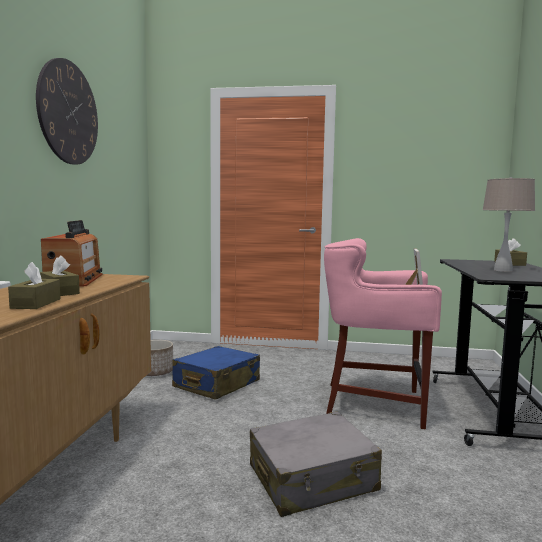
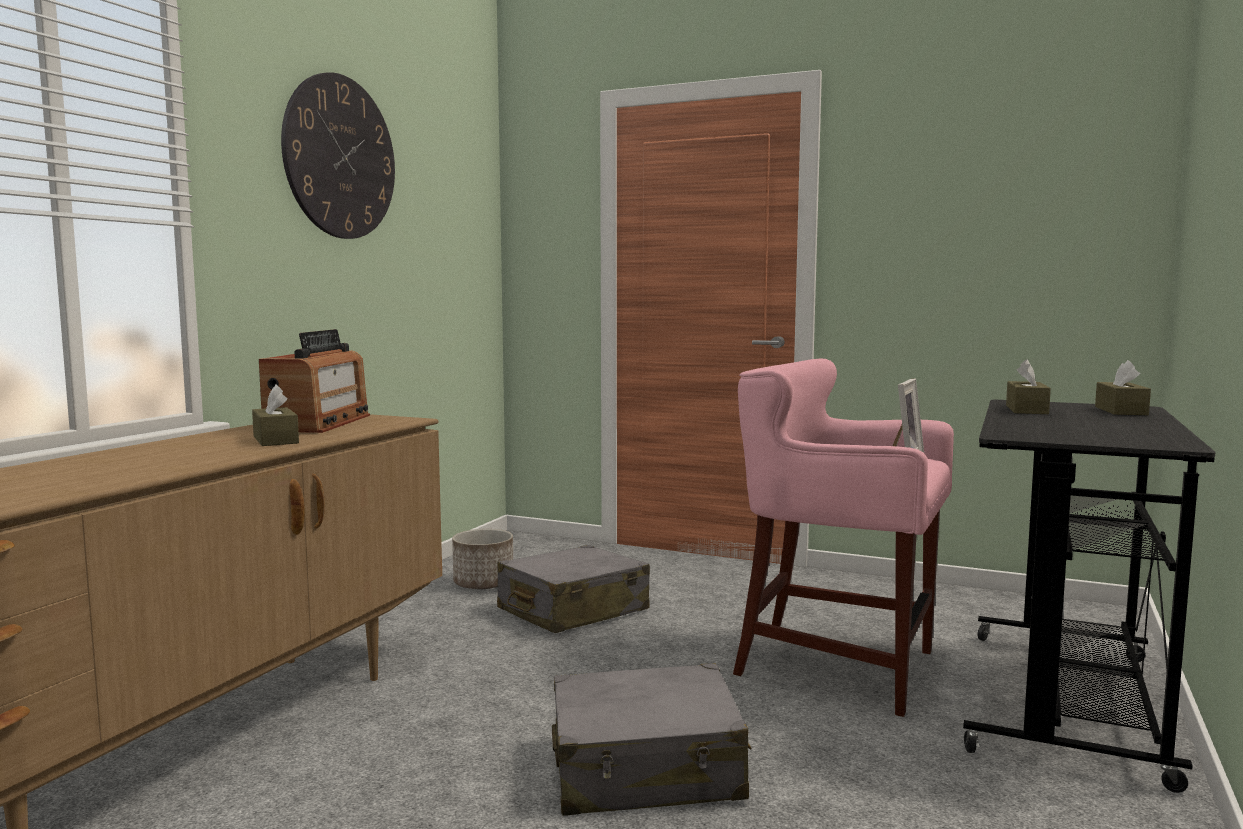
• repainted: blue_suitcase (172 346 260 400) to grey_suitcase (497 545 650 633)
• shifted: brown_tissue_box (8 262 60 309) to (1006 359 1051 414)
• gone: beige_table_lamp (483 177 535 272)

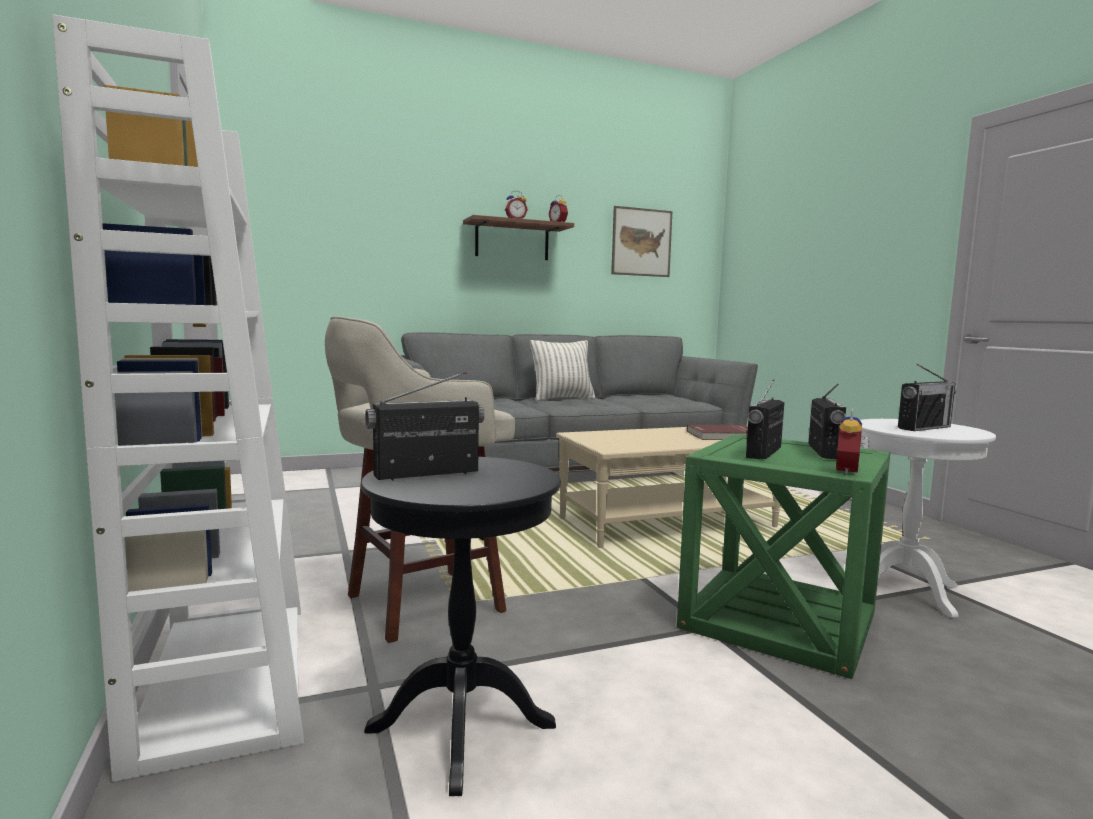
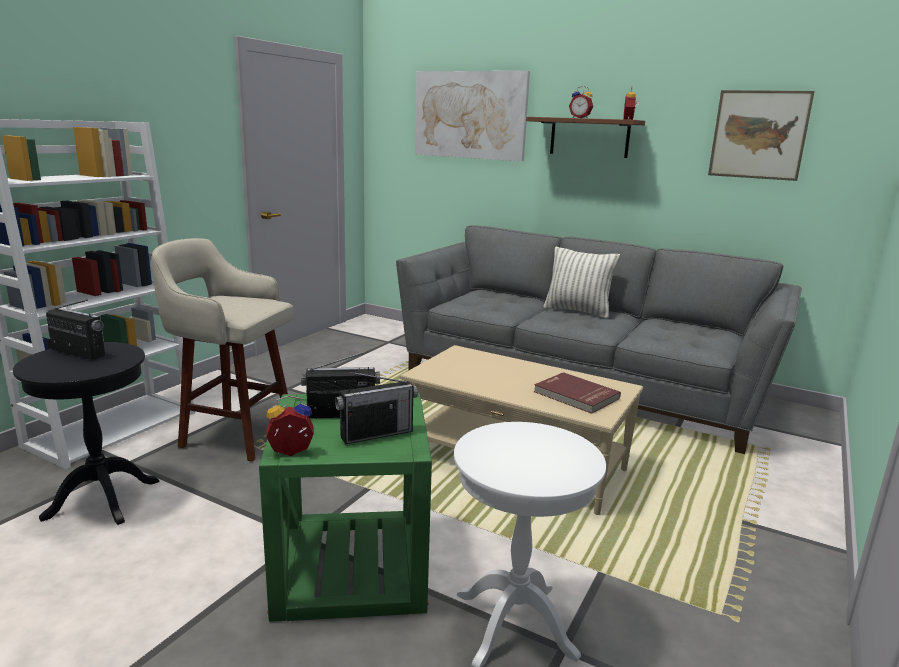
• new: picture (415 71 530 161)
• gone: radio (898 364 956 431)

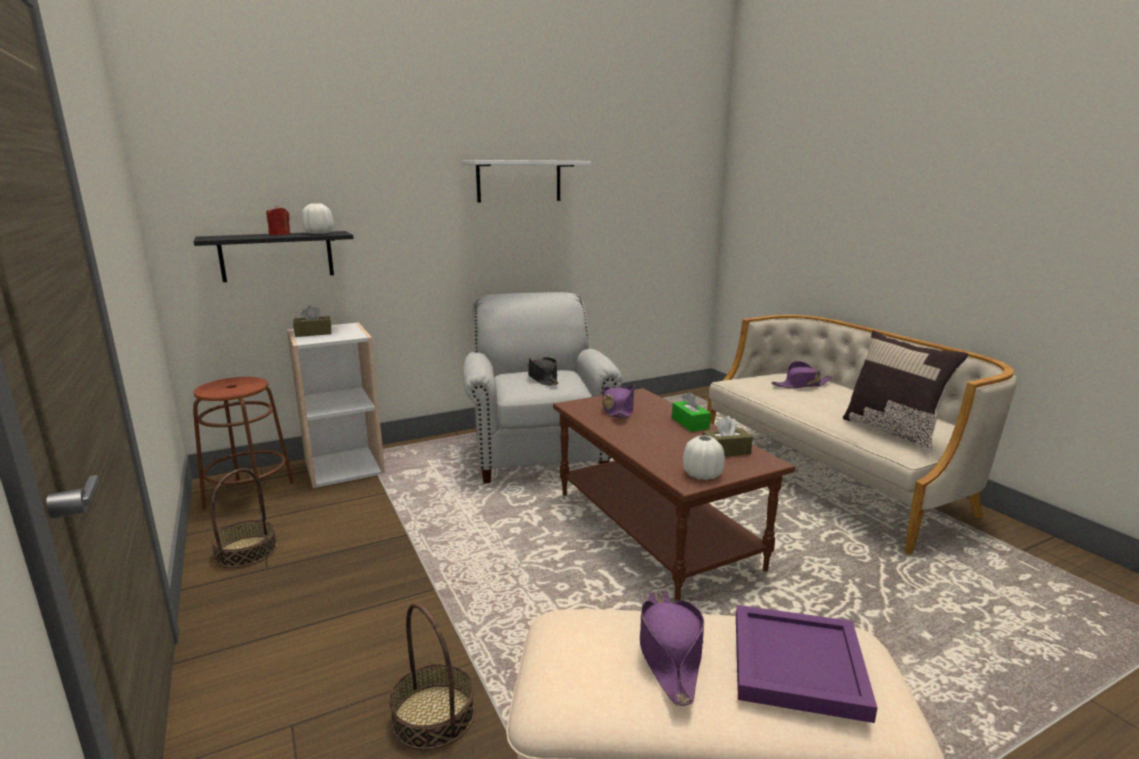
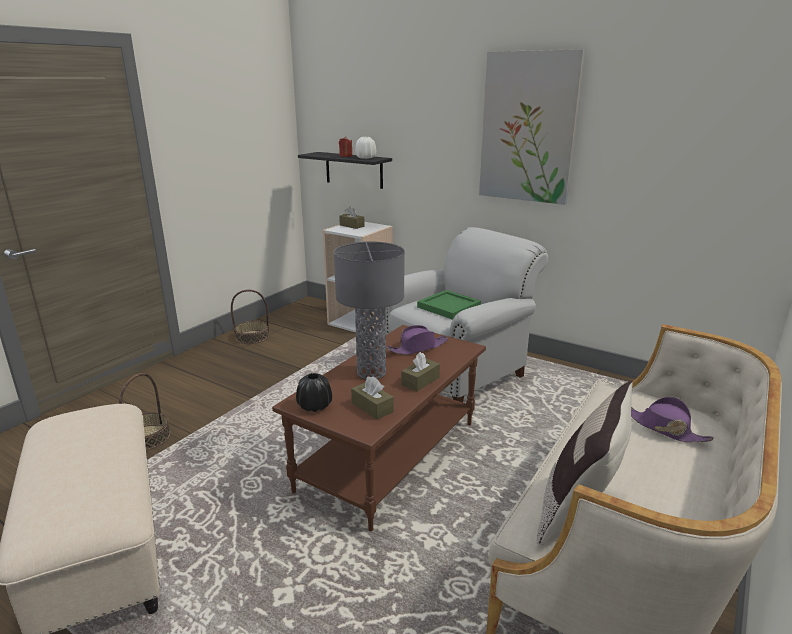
• repainted: white_vase (683 435 725 480) to black_vase (296 373 332 412)
• new: grey_table_lamp (334 242 405 379)
• repainted: green_tissue_box (672 392 711 432) to brown_tissue_box (401 352 440 392)
• swapped: black_hat (527 357 559 386) to green_tray (417 290 481 320)
• swapped: white_shelf (461 160 591 203) to picture (479 49 585 205)
• gone: brown_stool (193 377 294 512)
• gone: purple_hat (640 590 704 706)
• gone: purple_tray (736 605 877 723)

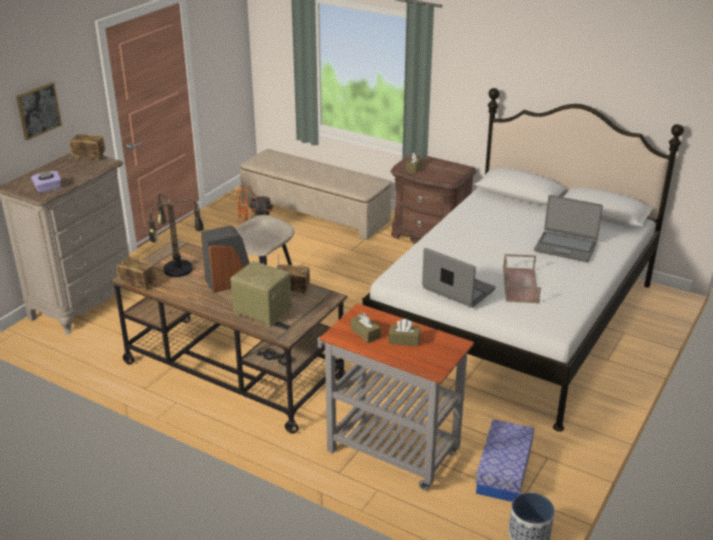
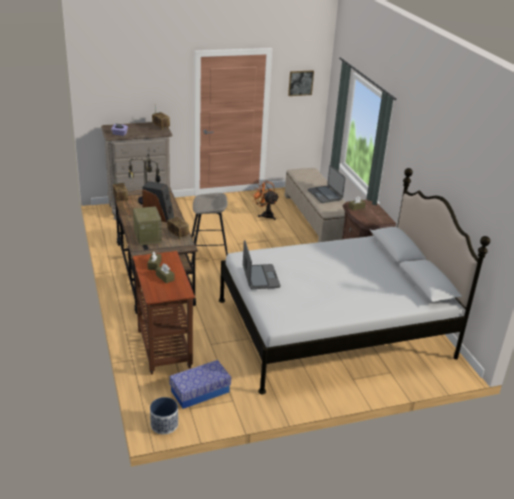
• repainted: grey_cart (317 304 474 491) to brown_cart (133 251 195 374)
• shifted: picture (16 82 62 140) to (288 70 314 96)
• shifted: laptop (534 195 603 262) to (308 165 346 203)
• gone: brown_tray (503 254 541 303)

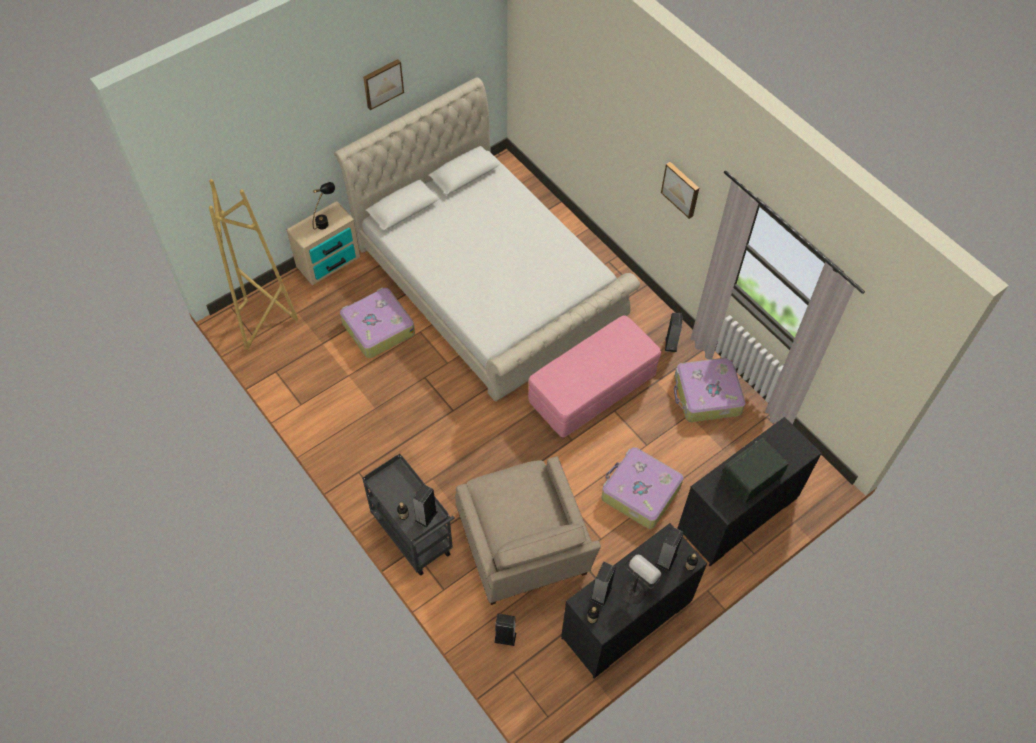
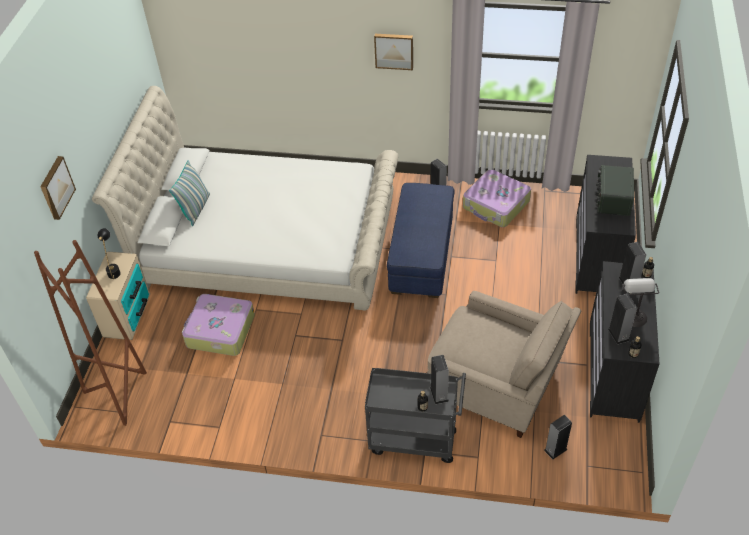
• repainted: yellow_clothes_rack (209 179 298 350) to brown_clothes_rack (34 240 147 426)
• shifted: picture (363 59 404 110) to (40 156 76 220)
• new: pillow (169 160 210 226)
• repainted: pink_ottoman (528 315 661 438) to blue_ottoman (387 183 455 298)
• gone: suitcase (602 447 684 529)

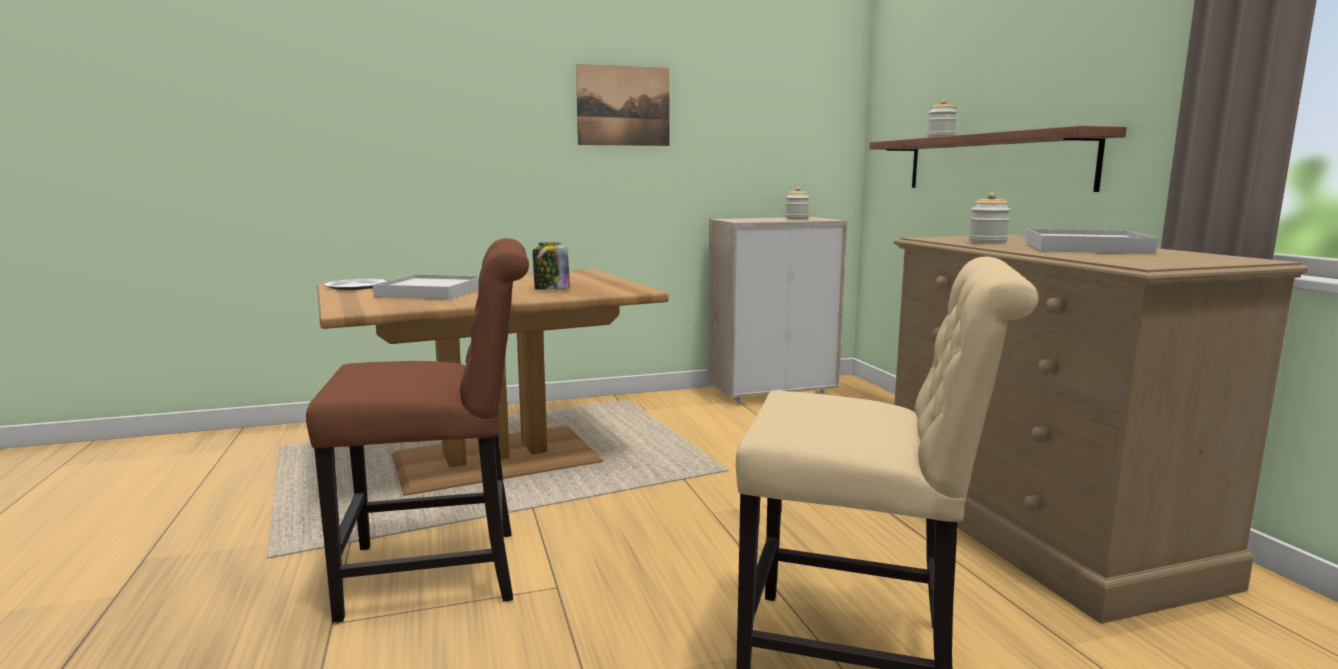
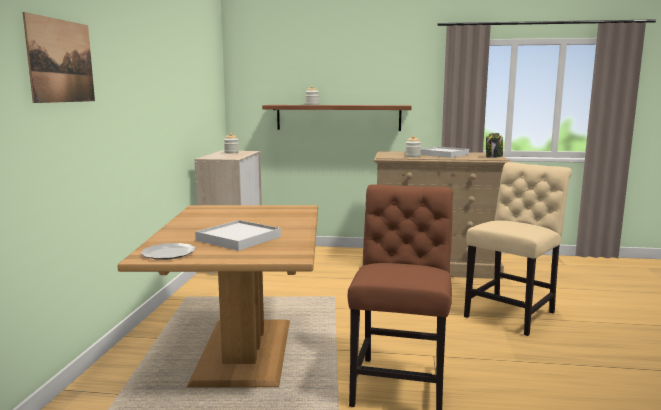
• shifted: picture (576 64 669 146) to (23 12 95 103)
• shifted: jar (533 242 570 290) to (486 133 503 158)

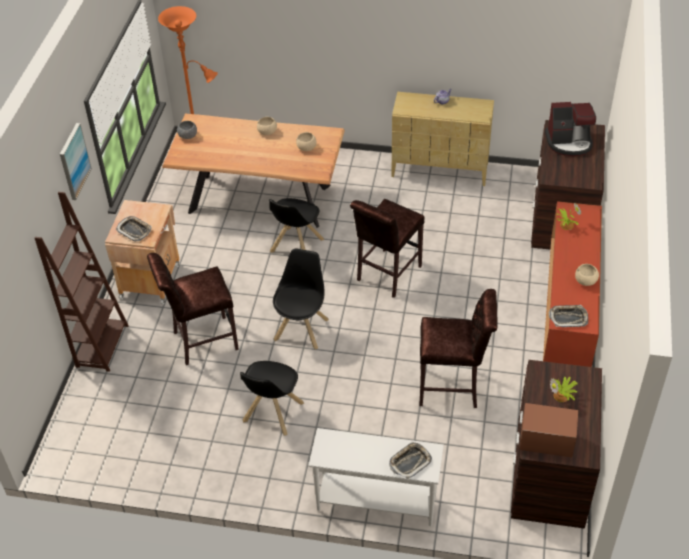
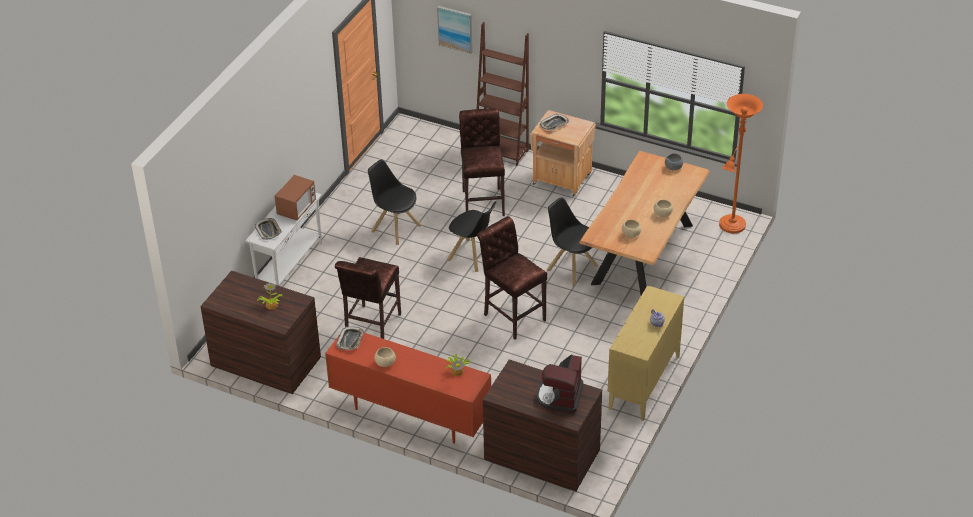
• shifted: microwave (519 403 578 457) to (275 175 316 221)
• shifted: picture (60 123 92 200) to (437 6 473 54)

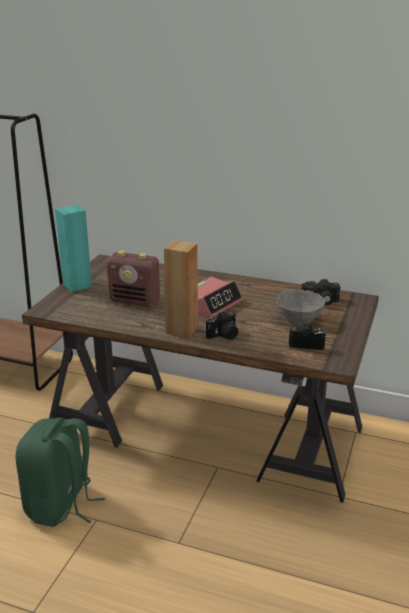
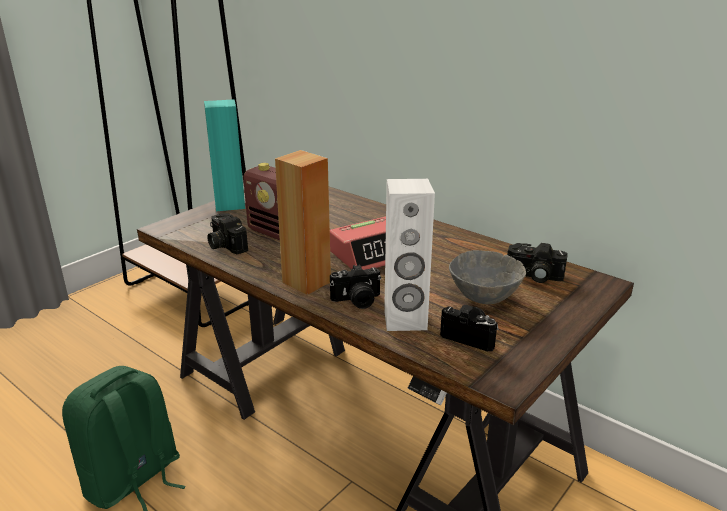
• new: photo_camera (207 213 248 255)
• new: white_speaker (384 179 435 331)

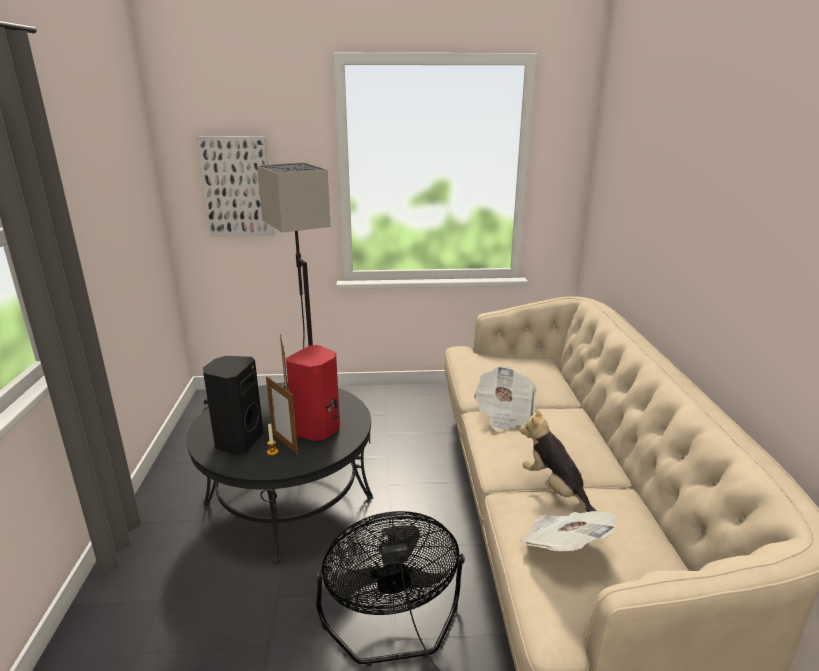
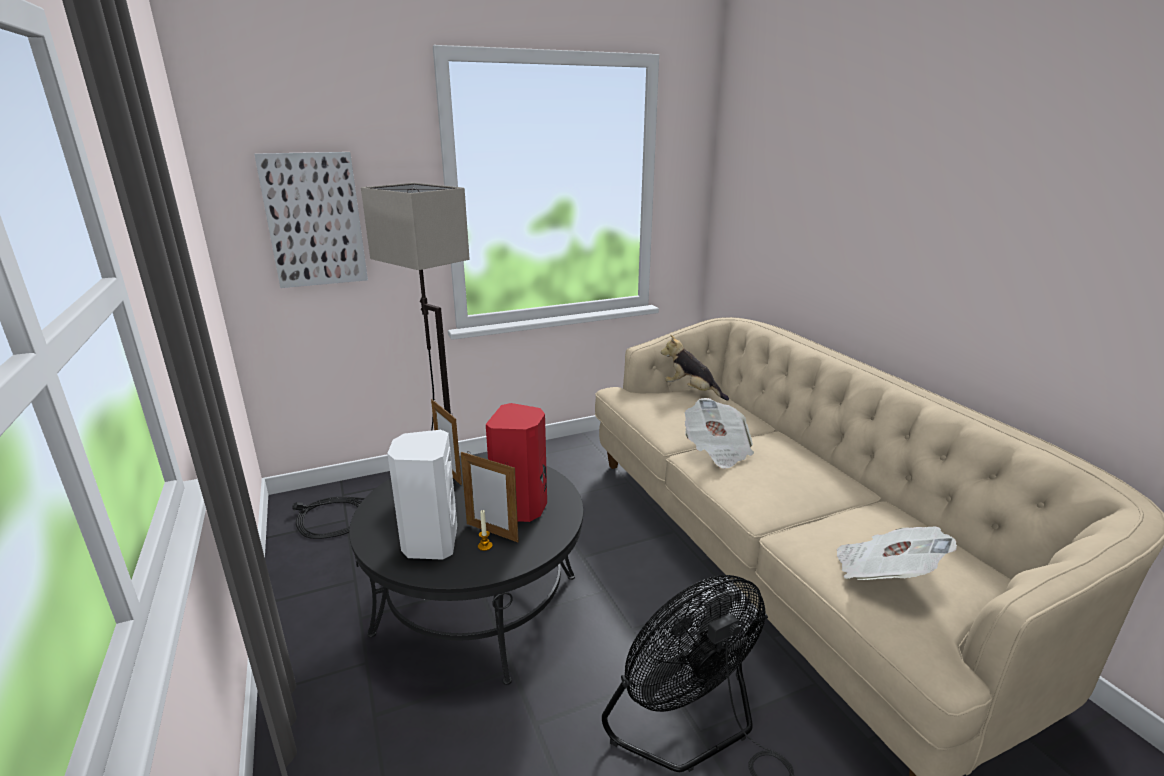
• repainted: black_speaker (203 356 264 455) to white_speaker (387 430 457 560)
• shifted: plush_toy (519 409 597 512) to (661 334 729 401)

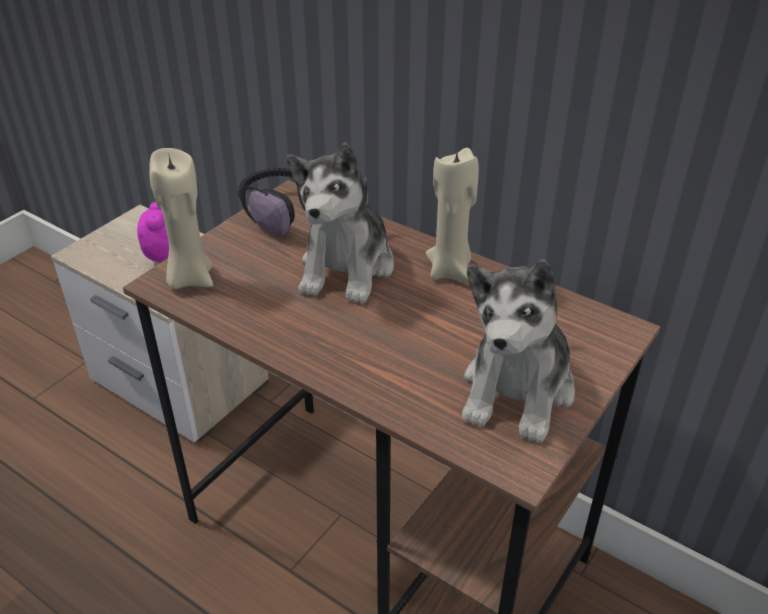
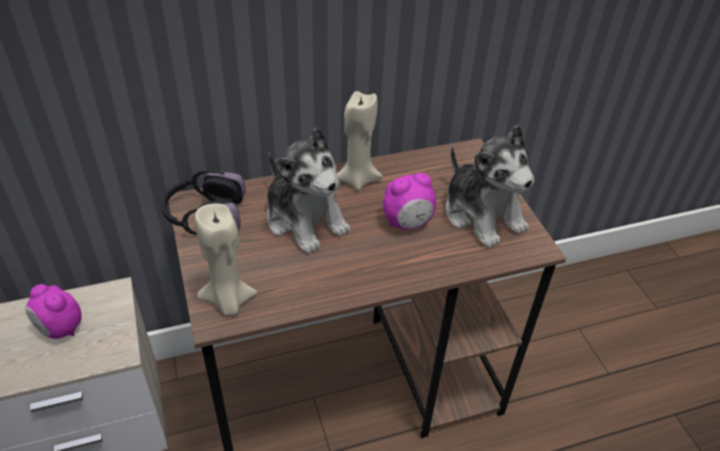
• new: alarm_clock (383 173 436 230)

